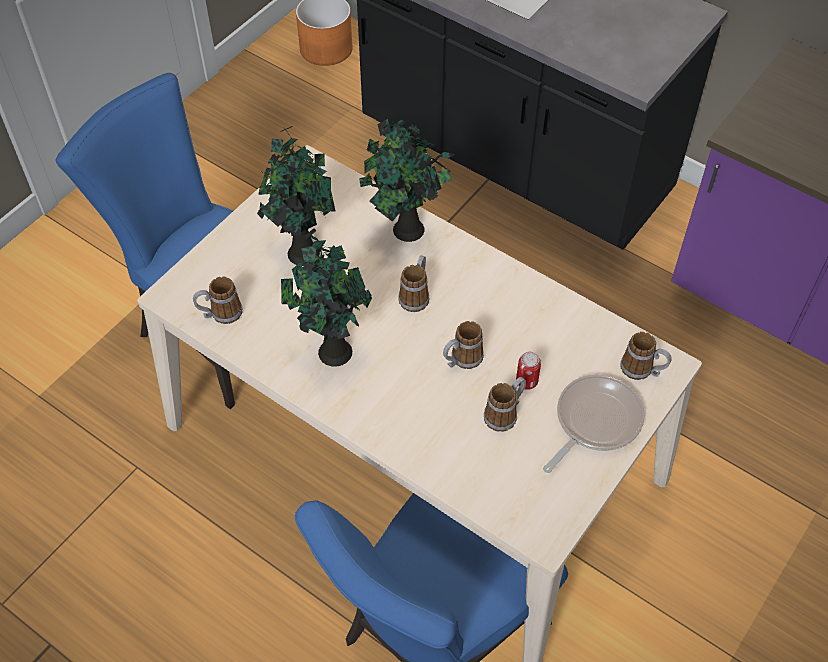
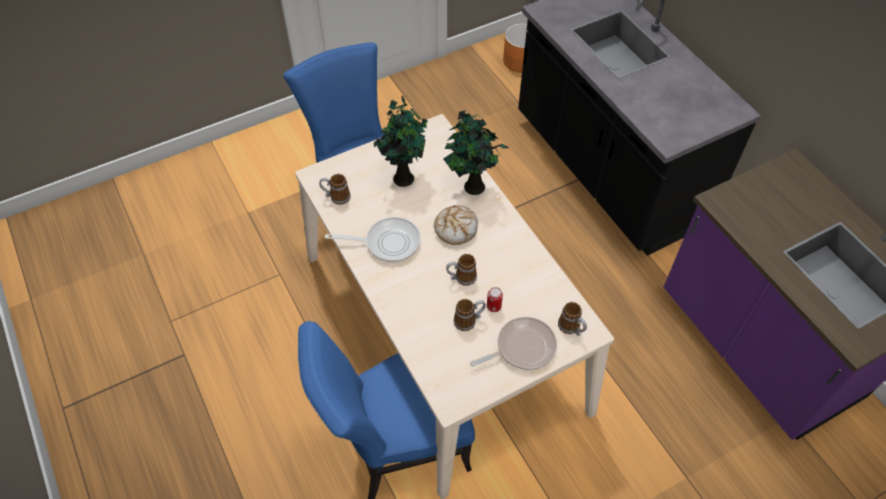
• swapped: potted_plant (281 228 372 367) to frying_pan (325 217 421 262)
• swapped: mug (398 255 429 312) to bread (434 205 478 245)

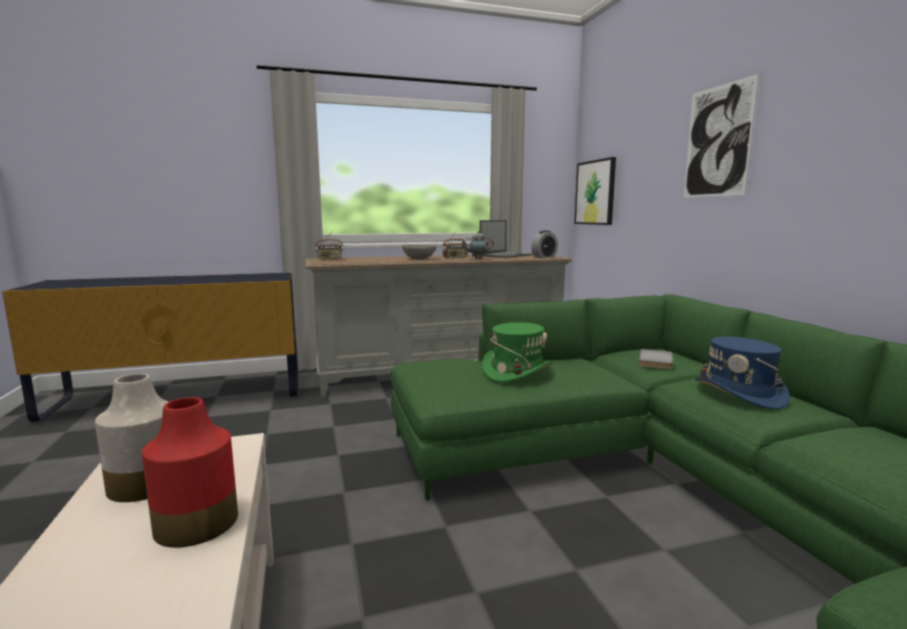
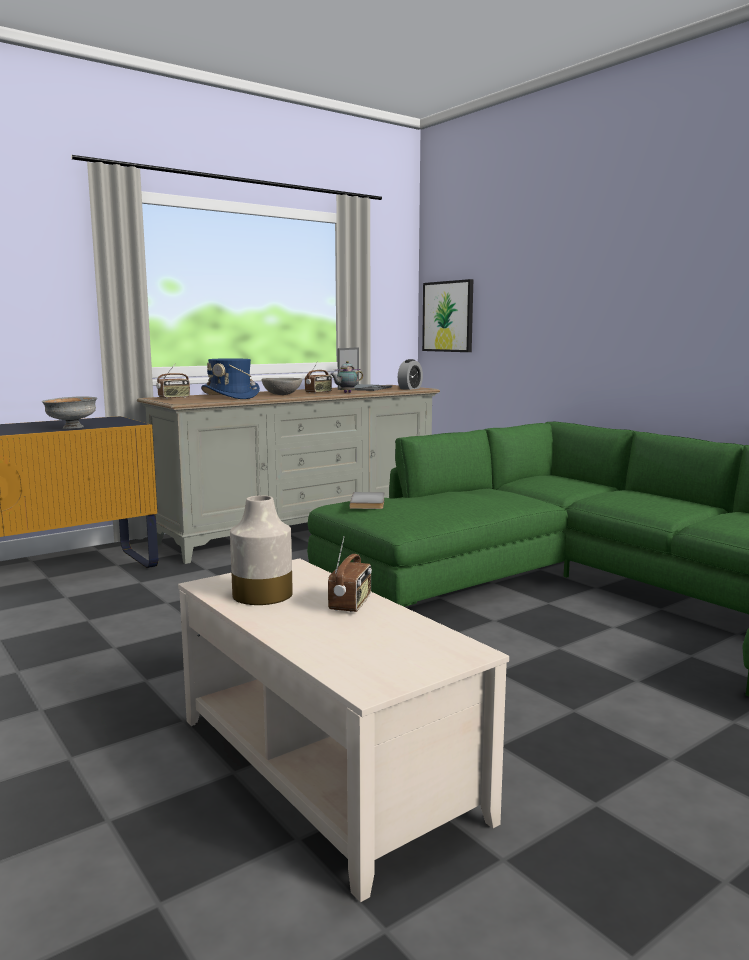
• new: grey_bowl (42 396 97 429)
• shifted: blue_hat (695 337 790 409) to (201 358 260 399)
• swapped: red_vase (142 397 238 548) to radio (328 536 372 612)
• shifted: grey_book (639 349 673 369) to (350 492 384 509)
• gone: green_hat (482 322 553 382)
• gone: picture (684 74 758 198)

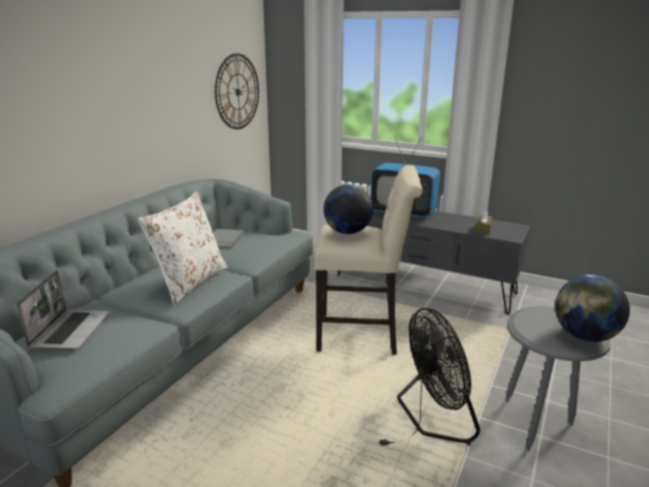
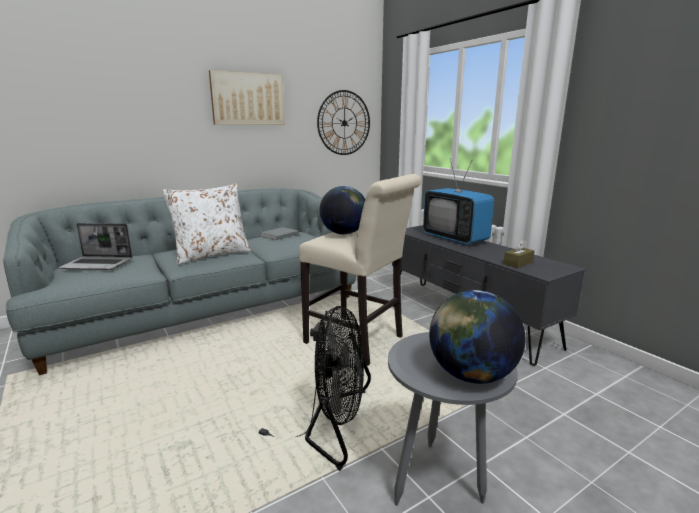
• rotated: laptop (17 270 110 350) = (58 223 132 270) 60 degrees clockwise
• new: picture (209 70 285 125)

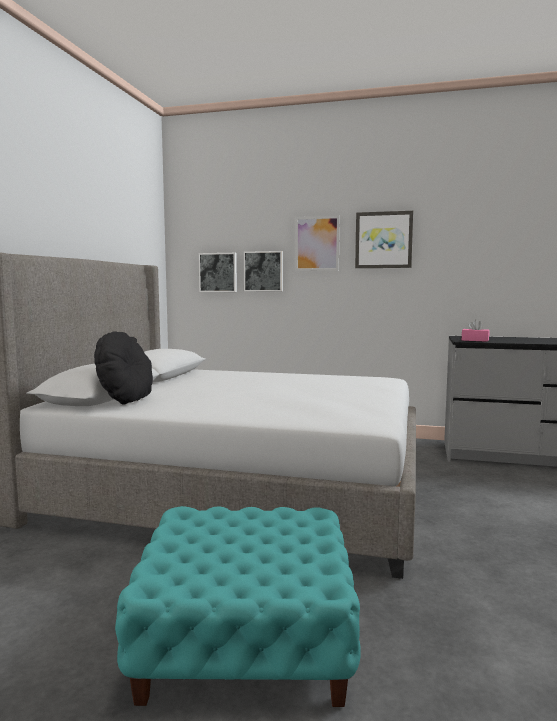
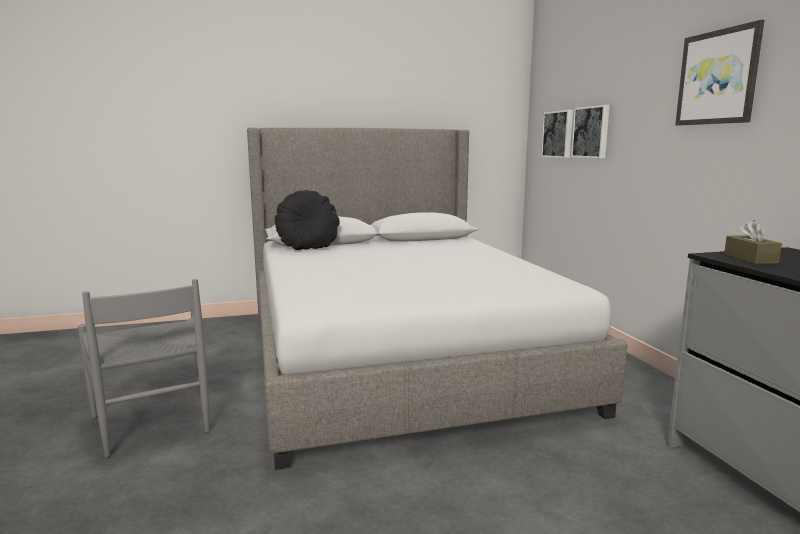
• swapped: turquoise_ottoman (115 506 361 707) to grey_chair (78 279 210 457)
• repainted: pink_tissue_box (462 319 489 342) to brown_tissue_box (724 220 782 264)
• gone: picture (295 216 340 271)

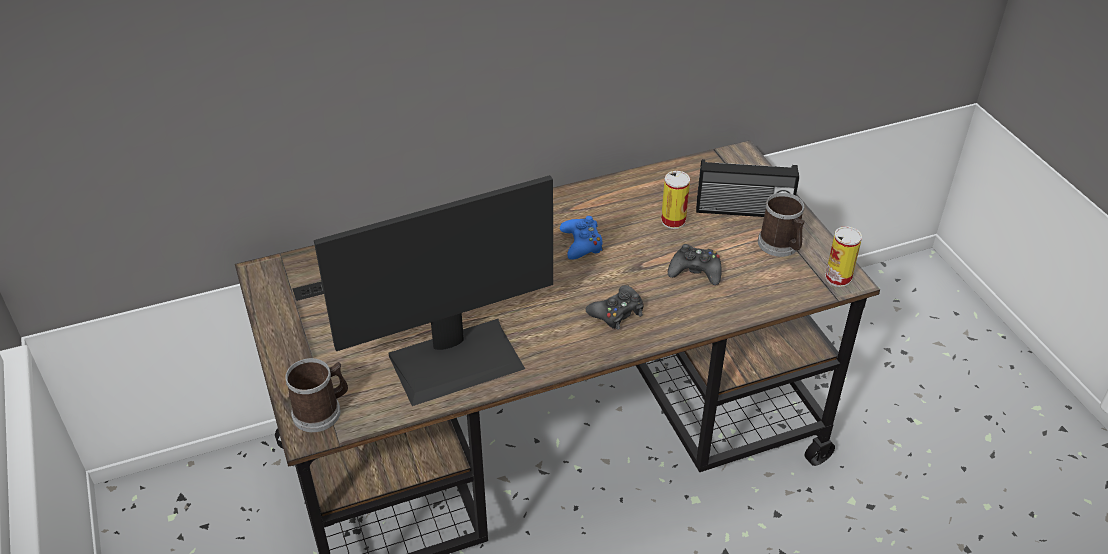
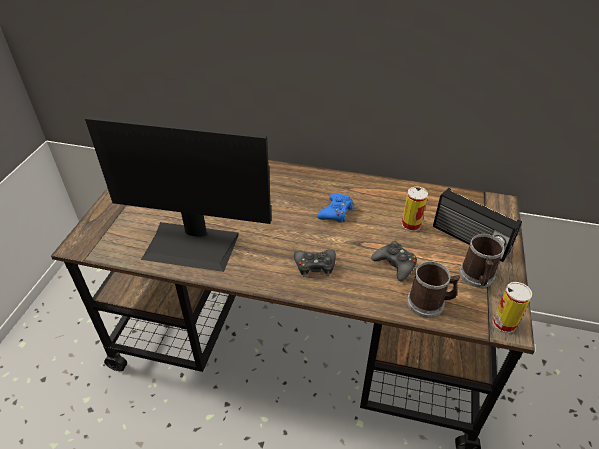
• shifted: mug (285 358 348 432) to (407 261 460 318)

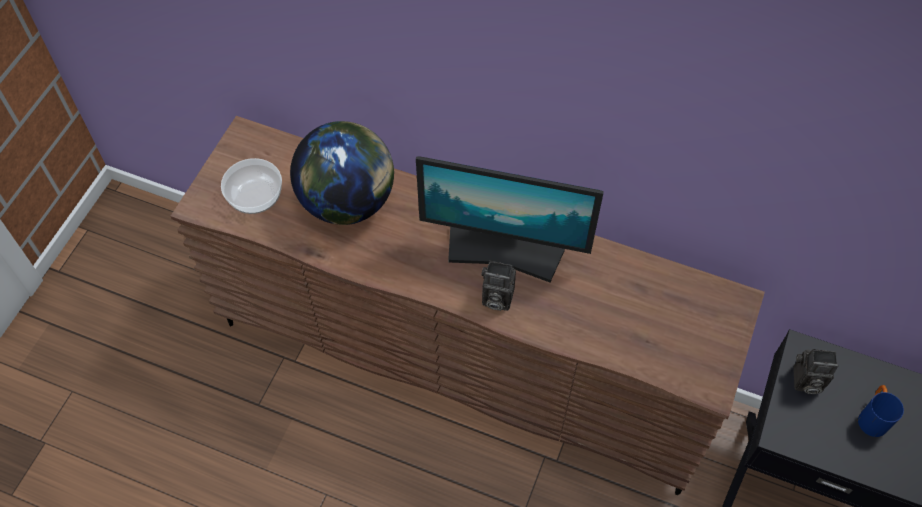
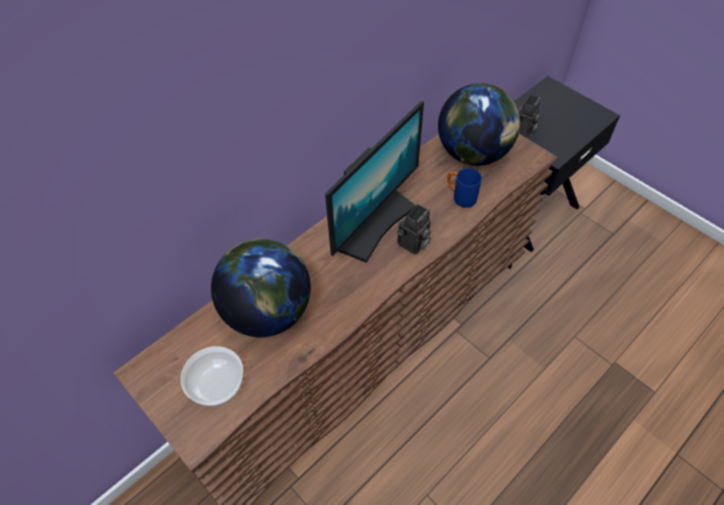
• new: globe (438 83 520 166)
• shifted: blue_mug (858 385 904 437) to (447 168 482 208)

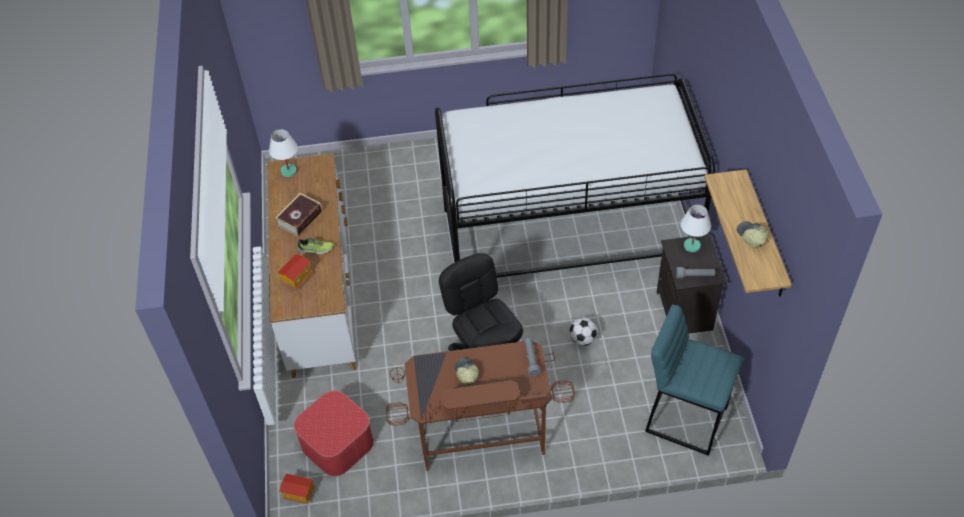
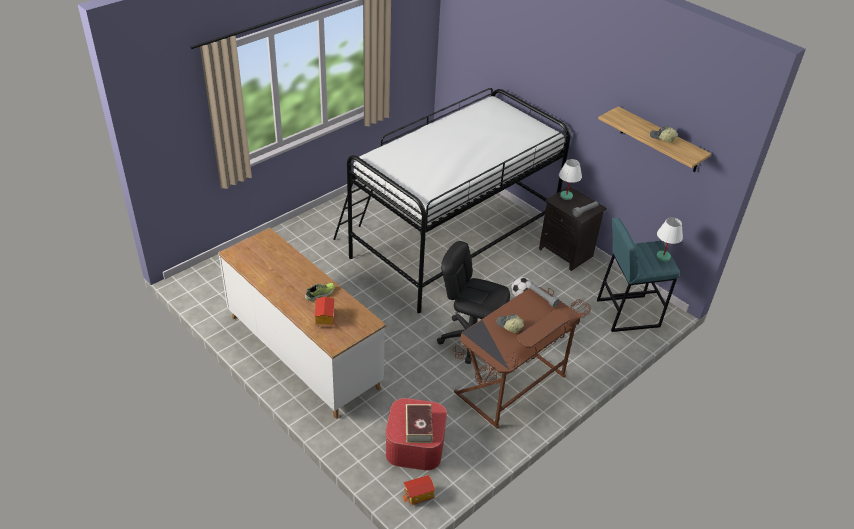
• shifted: book (275 193 322 237) to (406 404 433 443)
• shifted: white_table_lamp (269 130 298 177) to (656 217 683 261)

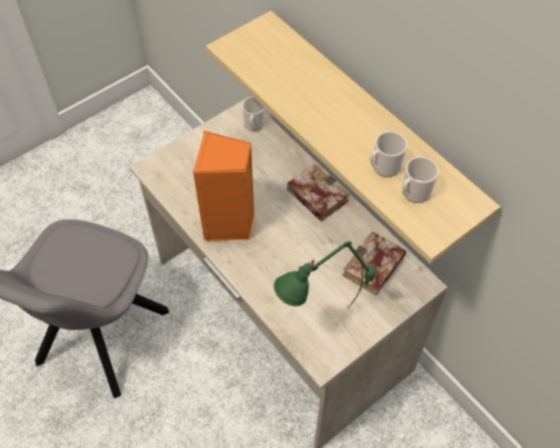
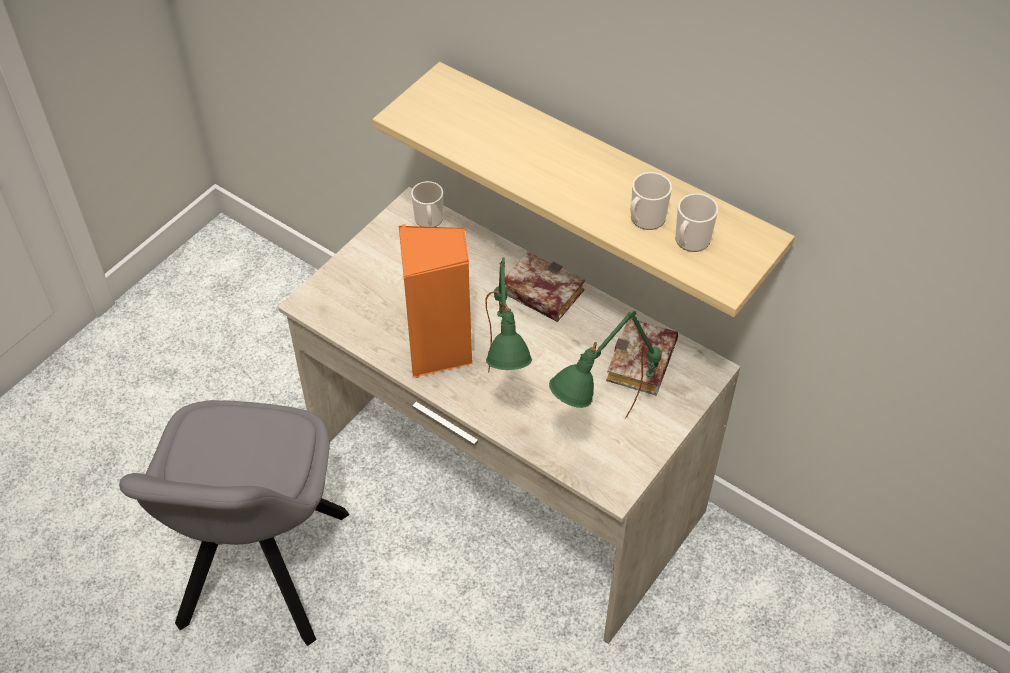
• new: green_table_lamp (486 258 532 373)

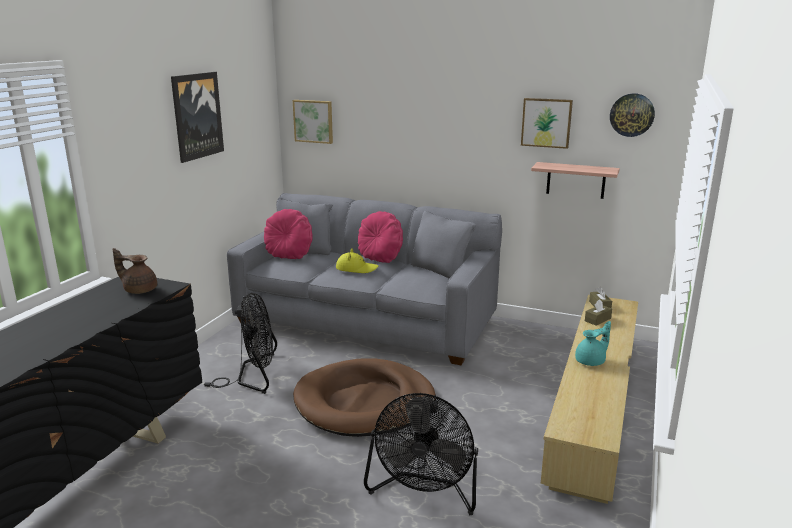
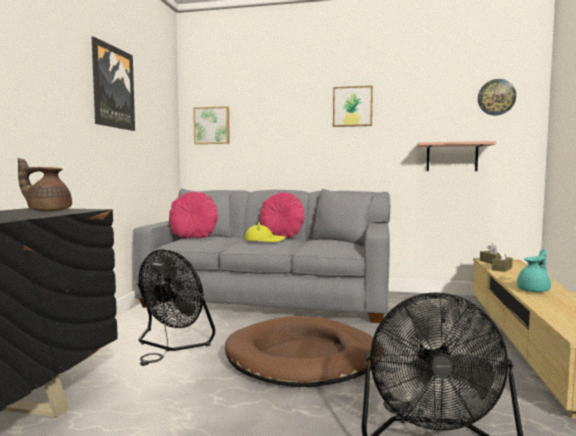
• rotated: black_fan (204 293 277 394) = (137 249 215 366) 45 degrees counterclockwise
• shifted: picture (521 98 573 149) to (333 86 373 127)

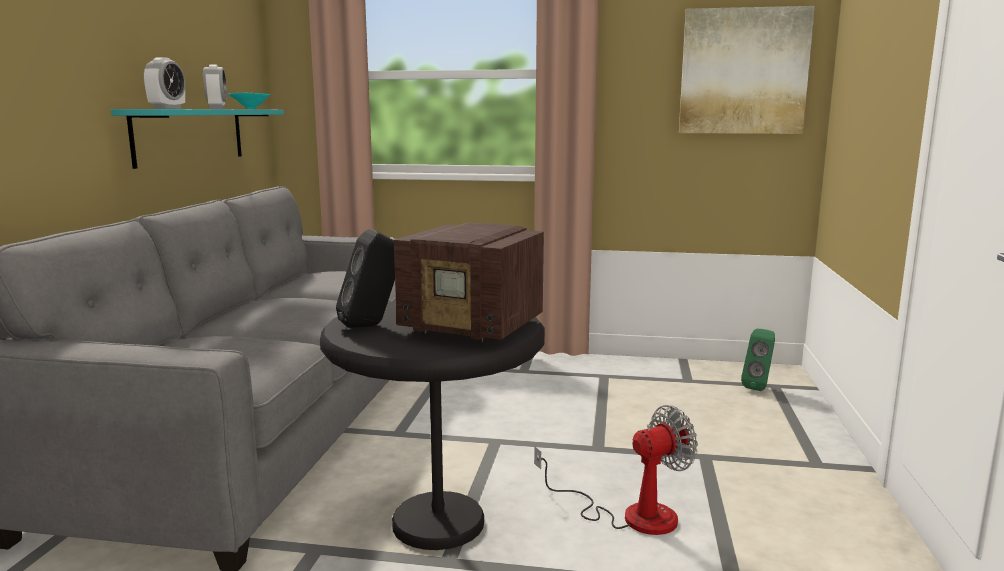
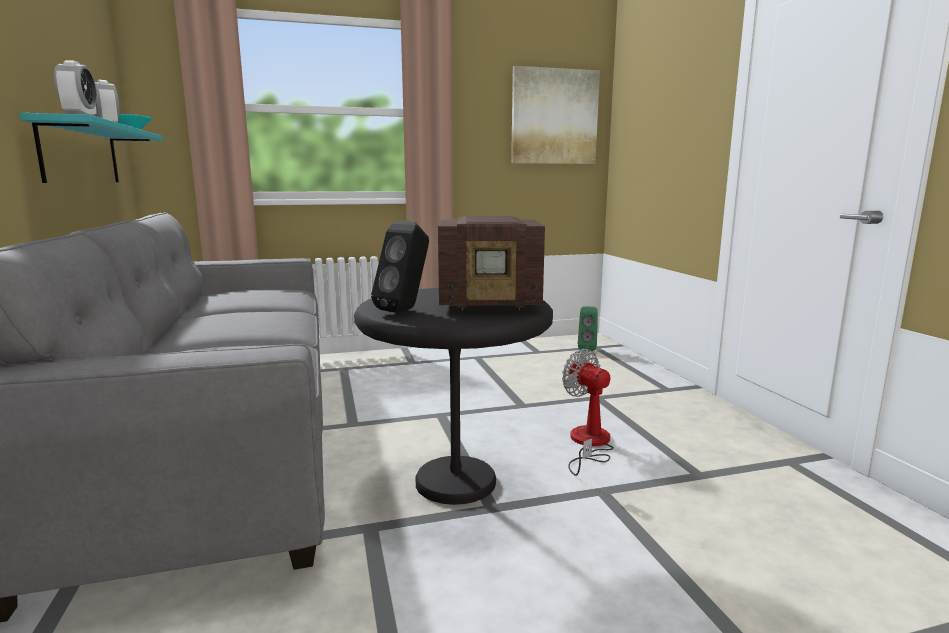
• rotated: fan (534 405 698 535) = (562 349 614 476) 75 degrees counterclockwise

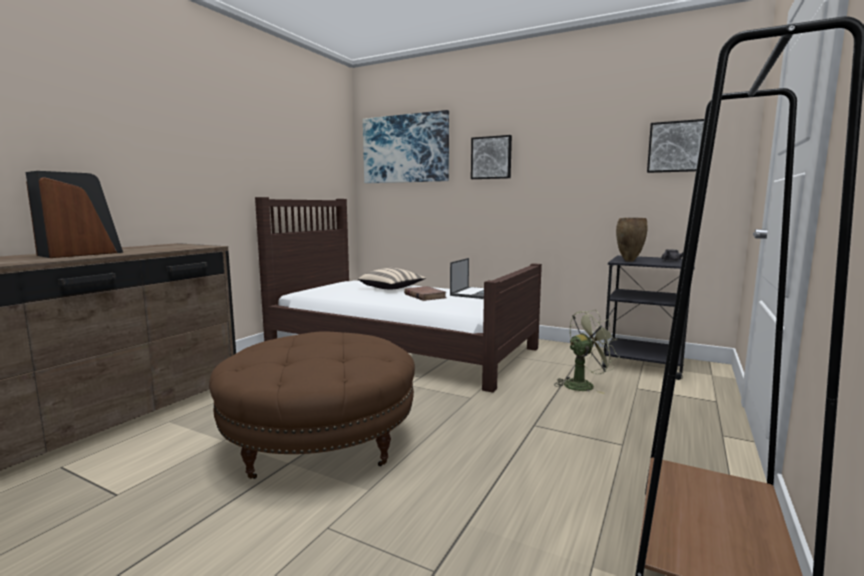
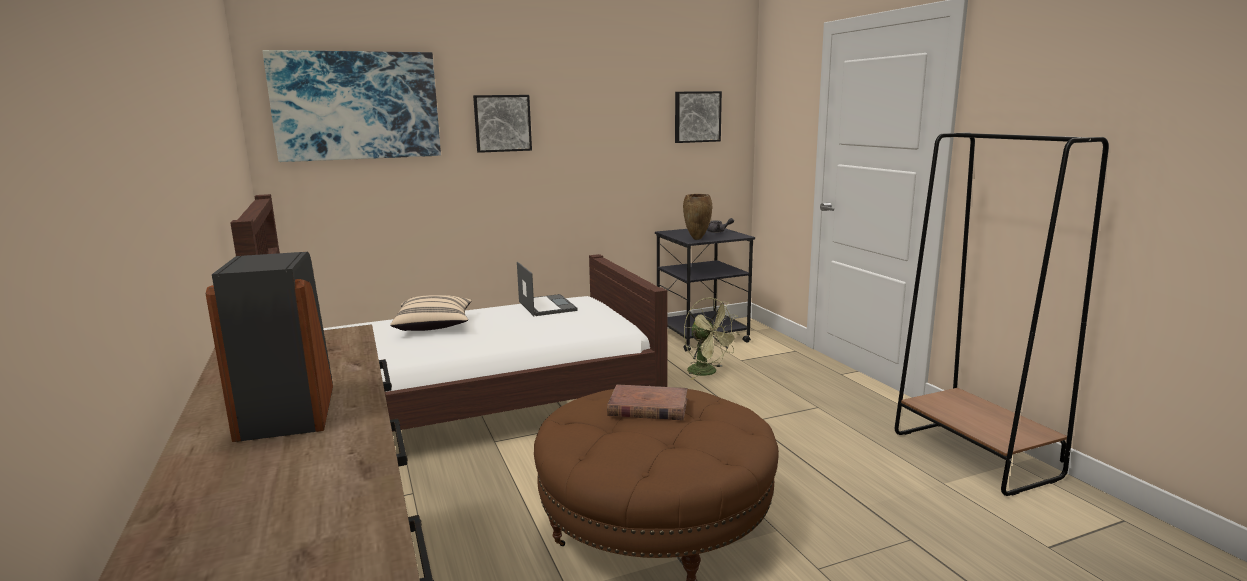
• shifted: brown_book (404 286 447 301) to (607 384 688 420)
• rotated: green_fan (554 310 620 394) = (684 297 740 380) 120 degrees clockwise

